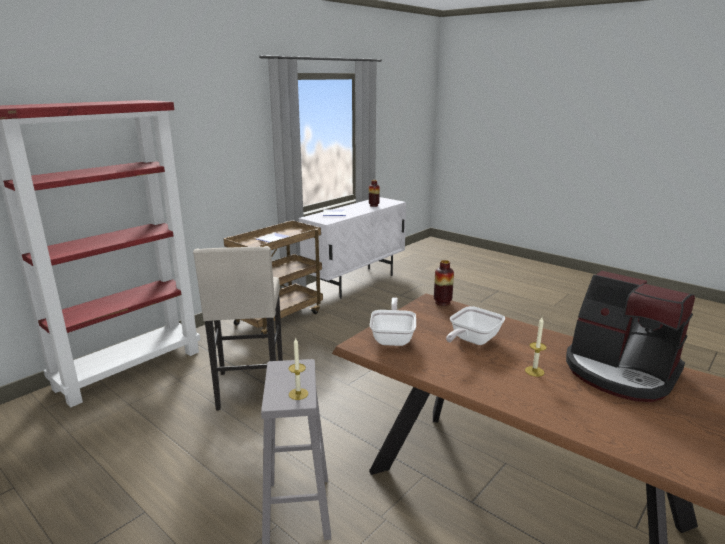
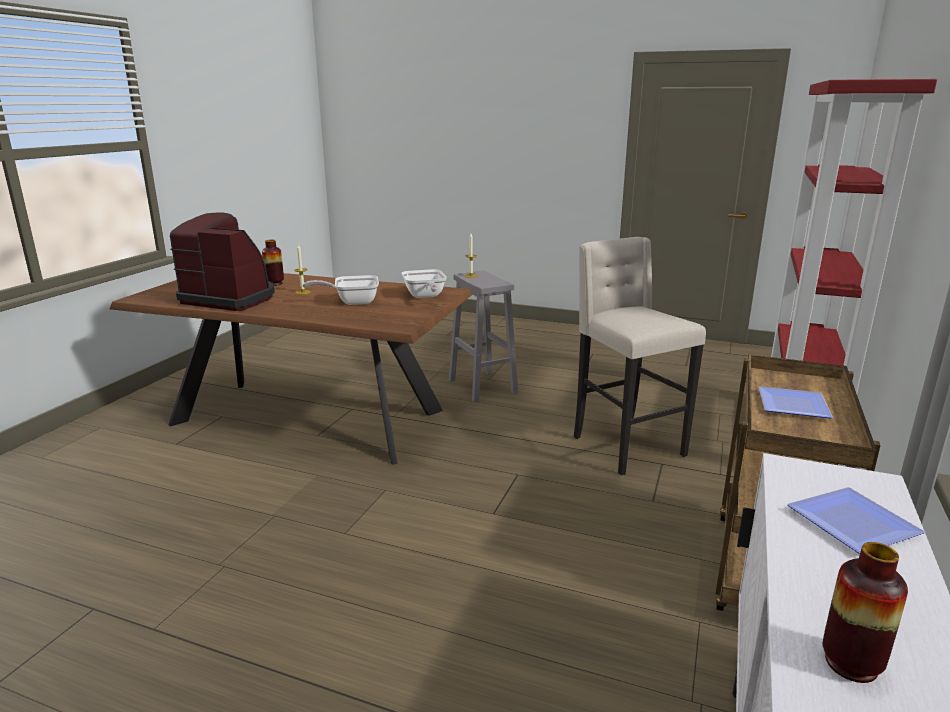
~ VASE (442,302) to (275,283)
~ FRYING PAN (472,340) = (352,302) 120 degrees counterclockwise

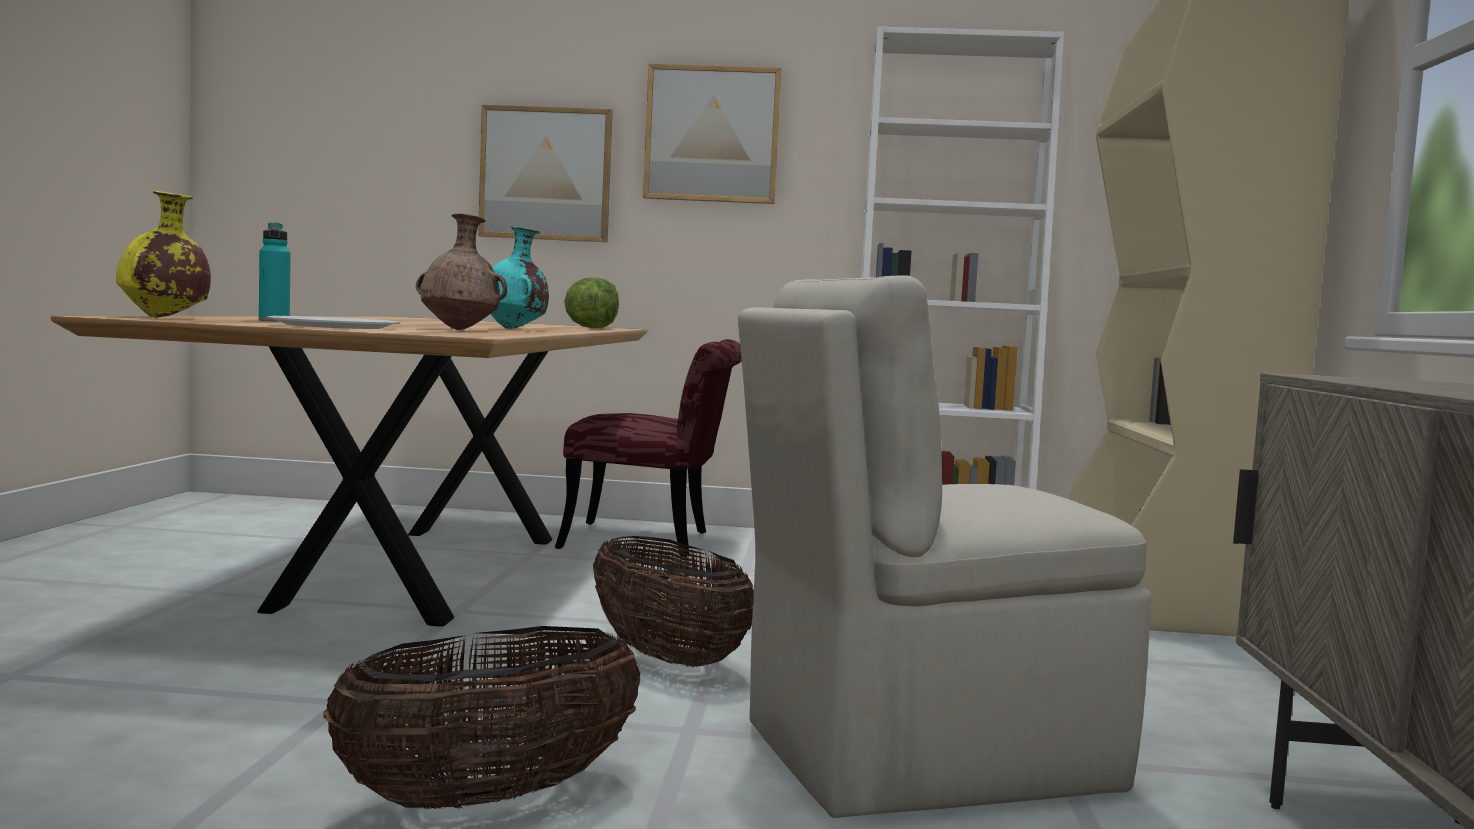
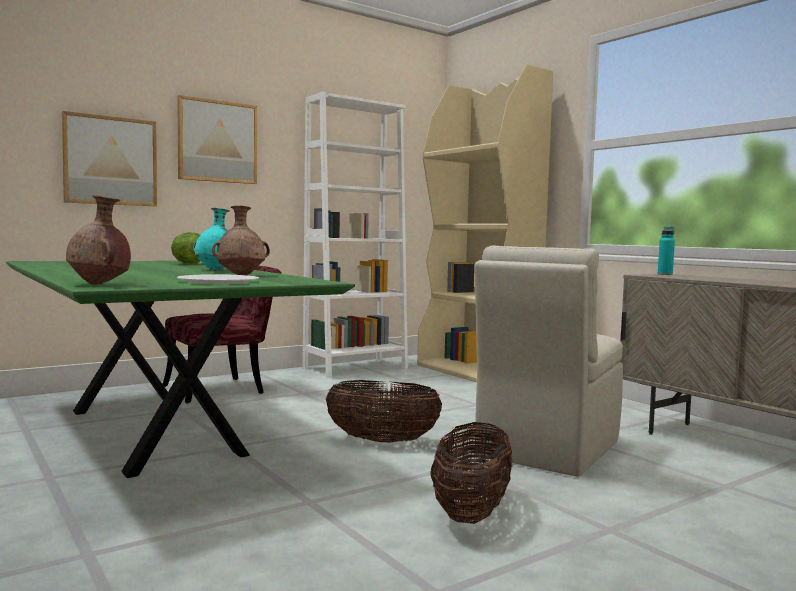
~ BROWN DINING TABLE (426,571) to GREEN DINING TABLE (152,431)
~ YELLOW VASE (163,317) to BROWN VASE (100,284)
~ TURQUOISE BOTTLE (274,321) to (665,274)

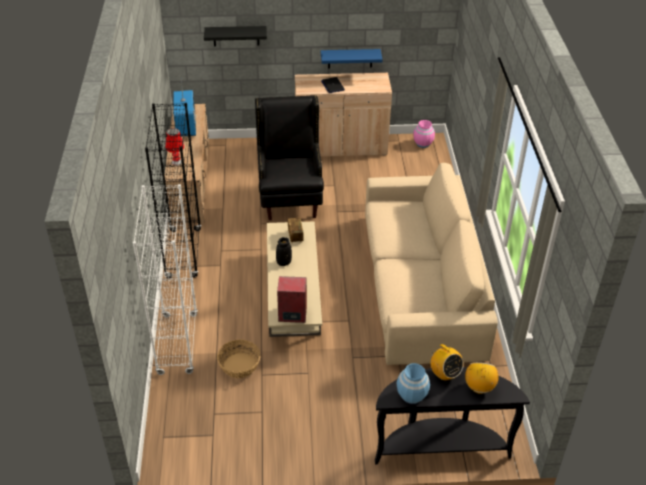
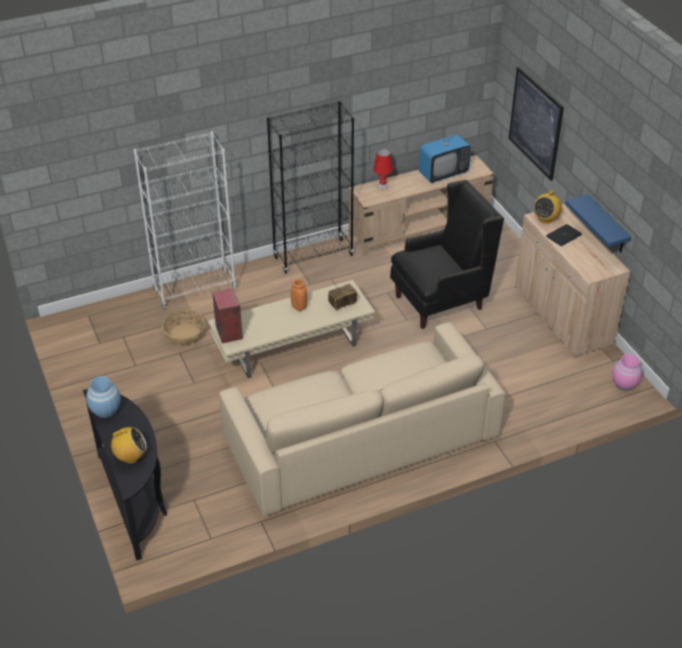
~ BLACK SHELF (236,36) to PICTURE (535,123)
~ BLACK VASE (284,262) to ORANGE VASE (299,307)
~ RADIO (444,374) to (545,219)

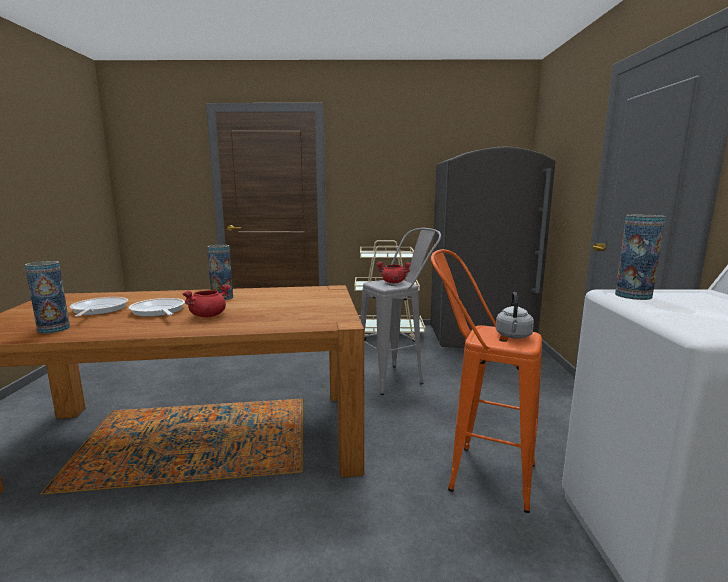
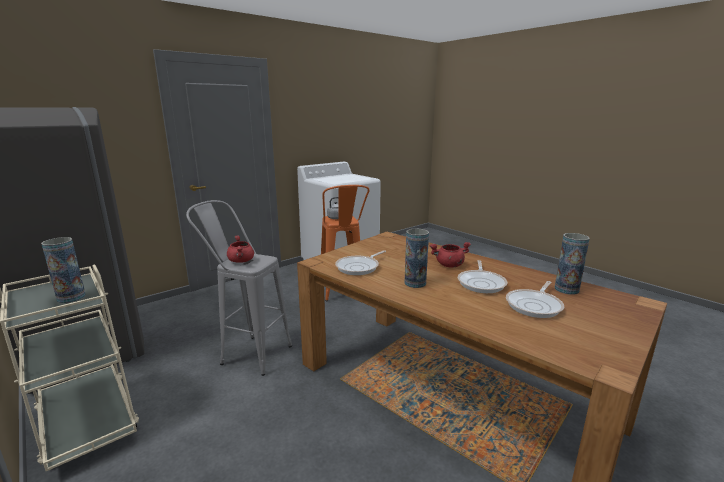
~ VASE (633,295) to (71,297)
+ FRYING PAN (359,267)

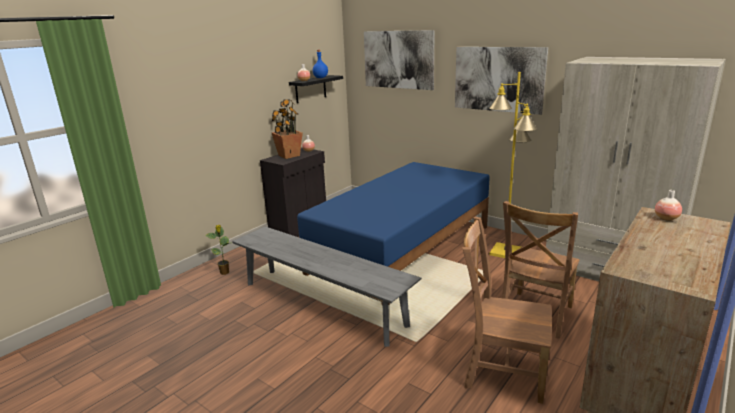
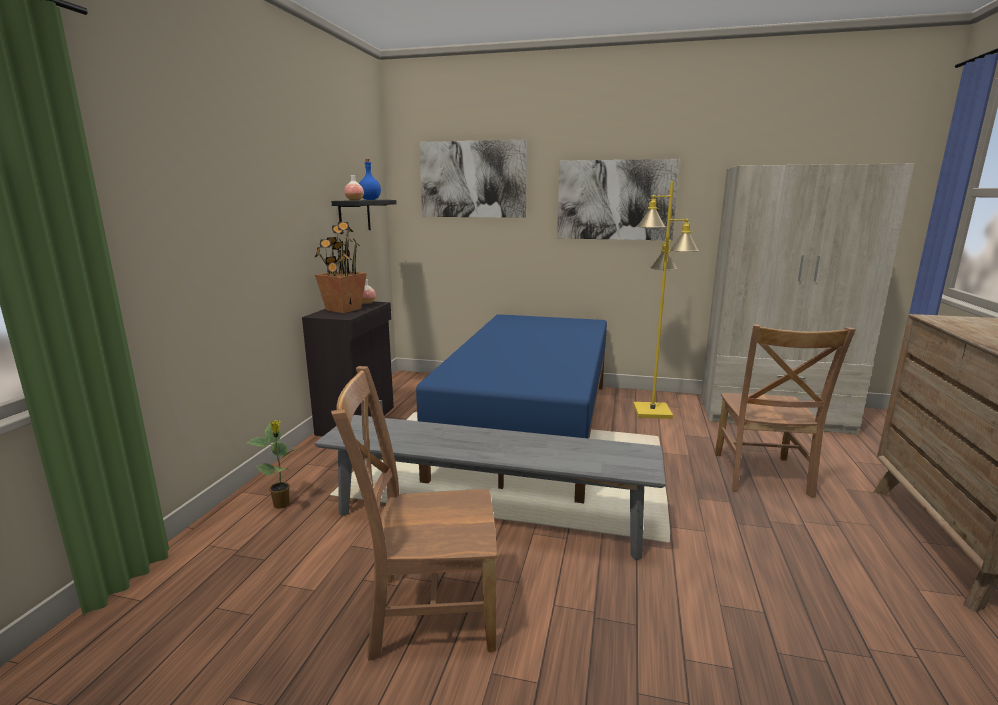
~ BROWN CHAIR (501,371) to (427,611)
- VASE (666,218)

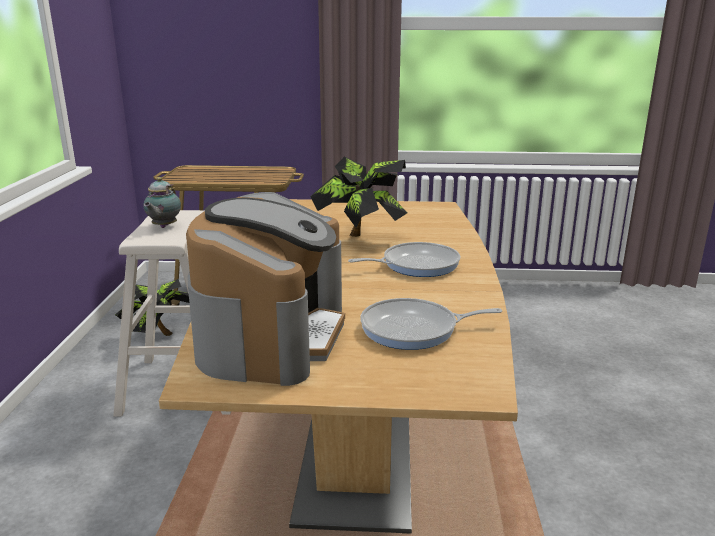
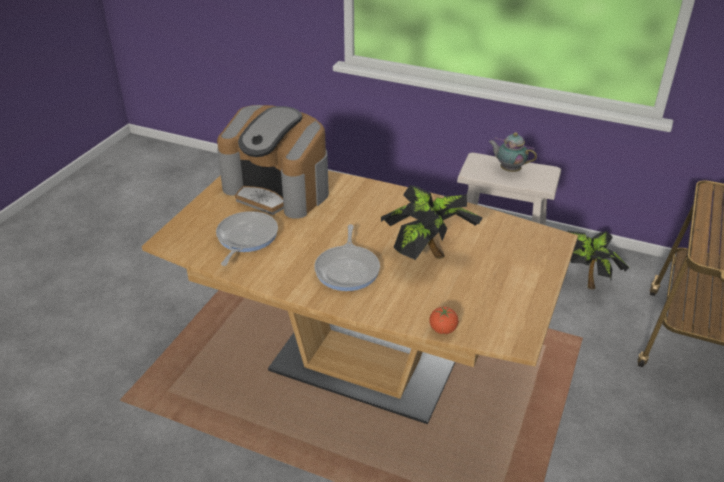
+ TOMATO (442,330)

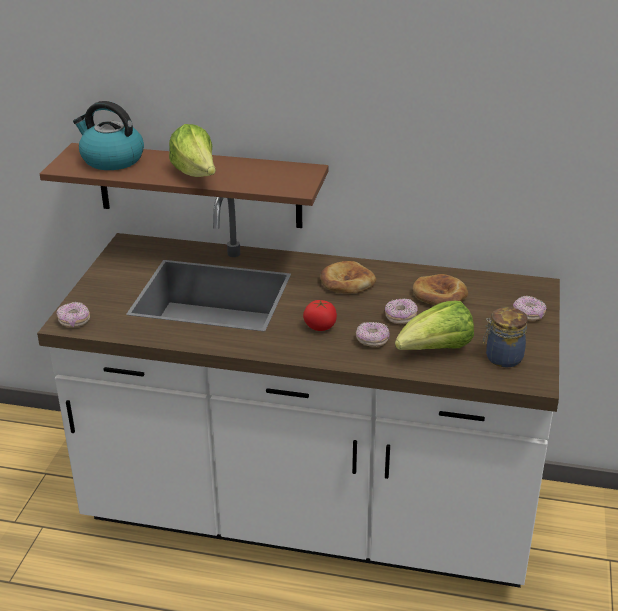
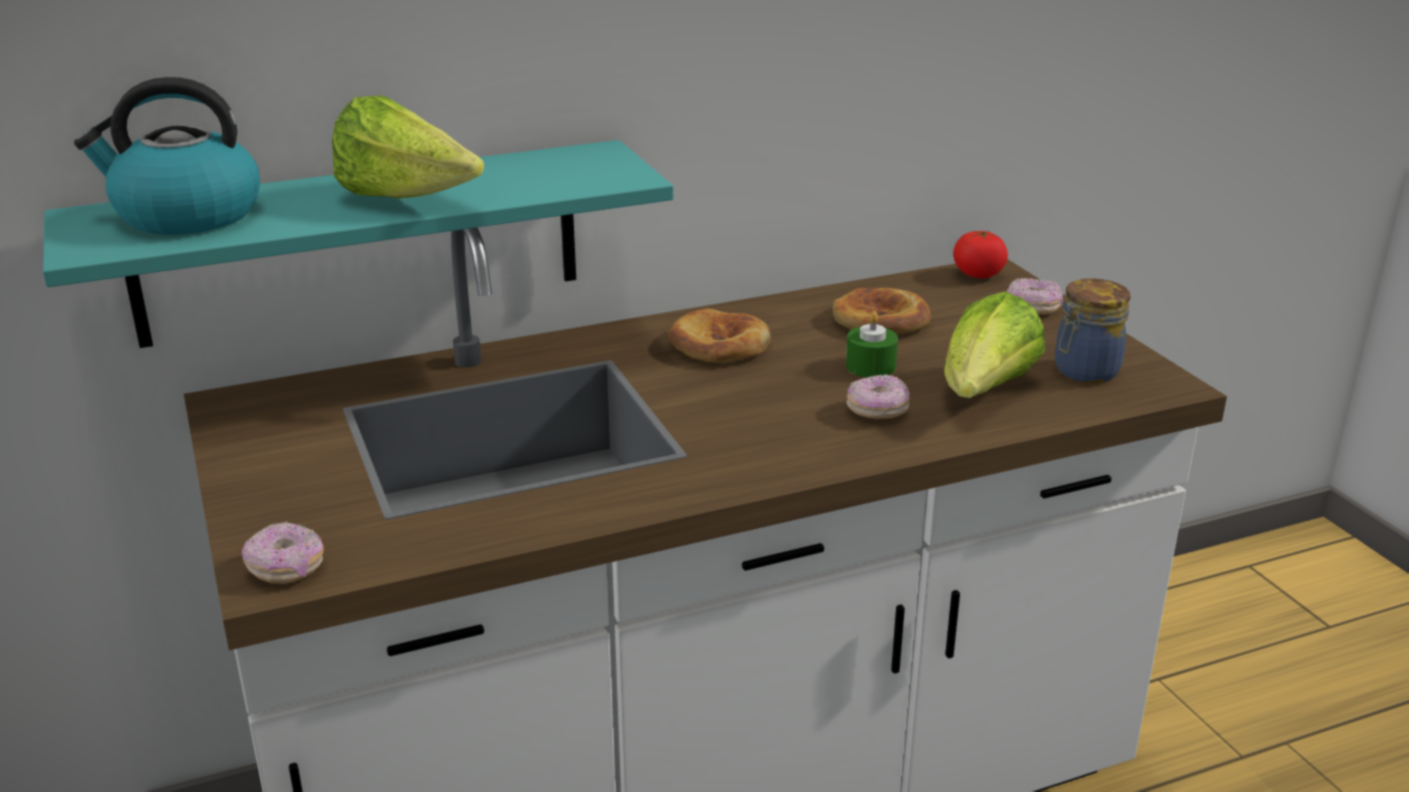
~ BROWN SHELF (199,185) to TURQUOISE SHELF (360,242)
~ TOMATO (320,326) to (978,274)
~ DONUT (400,317) to GREEN CANDLE (870,366)

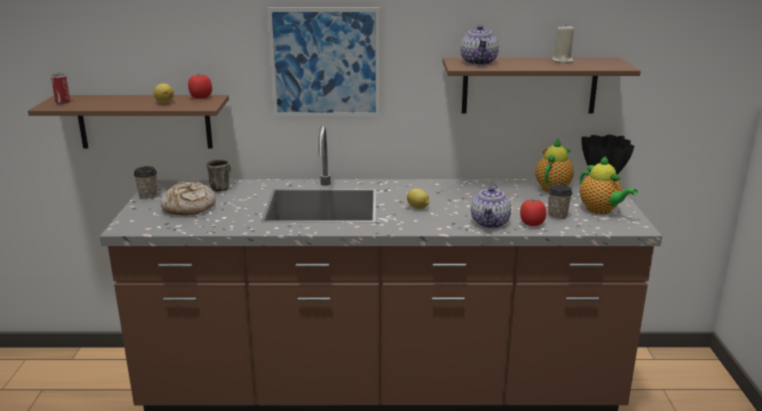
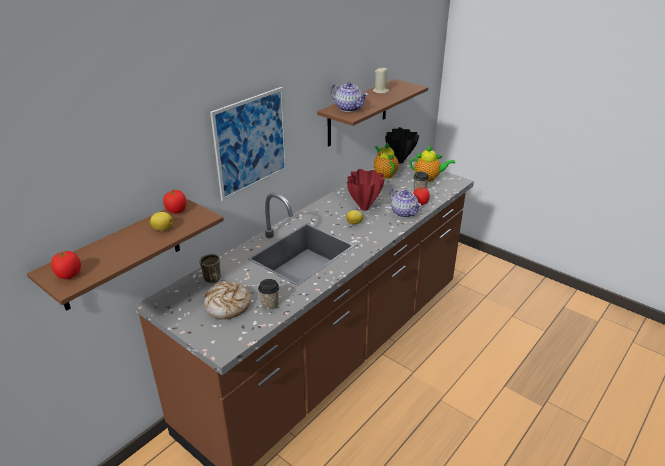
~ CAN (63,102) to TOMATO (69,275)
~ CUP (148,196) to (270,305)
+ RED VASE (365,208)

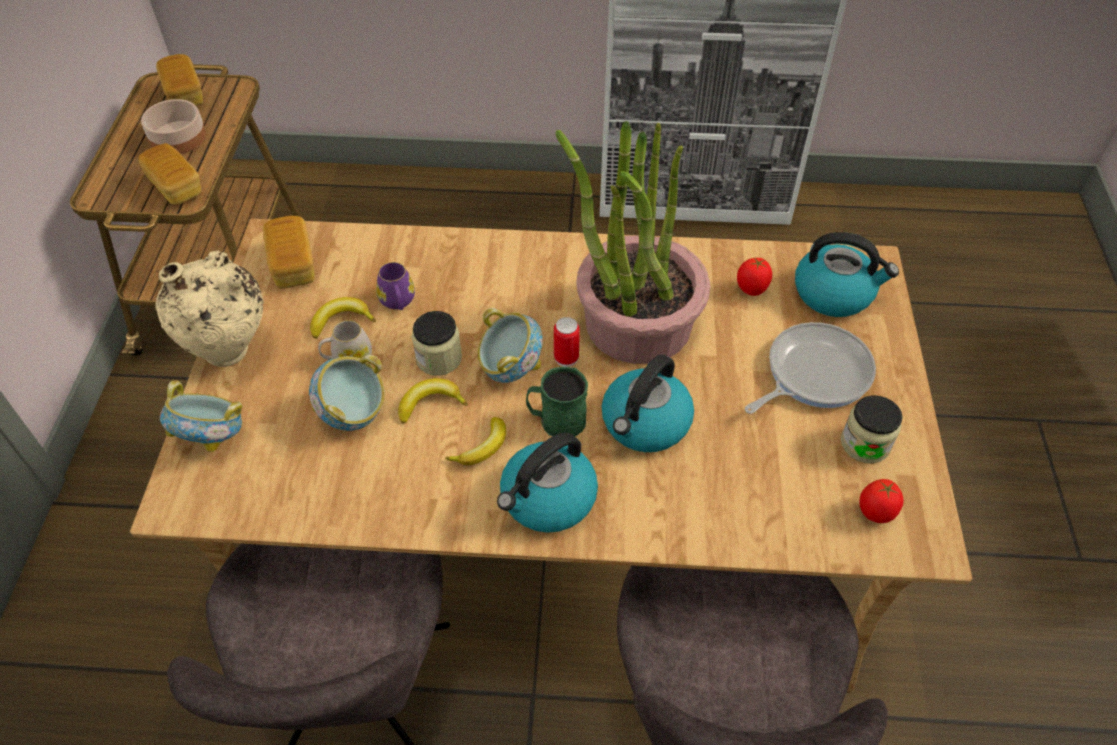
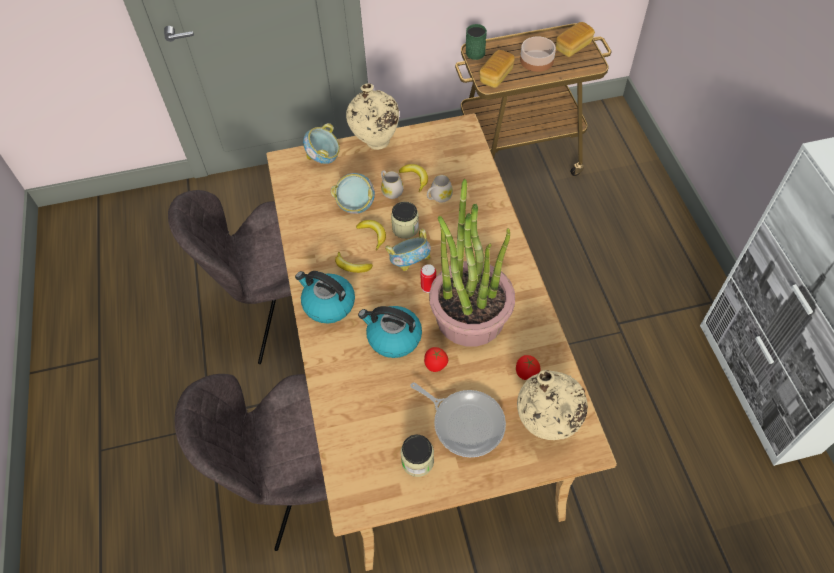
- BREAD (293,265)
~ PURPLE MUG (398,302) to WHITE MUG (439,197)
~ GREEN MUG (556,420) to (474,51)
~ KETTLE (834,293) to BEIGE VASE (545,426)
~ TOMATO (875,513) to (435,366)

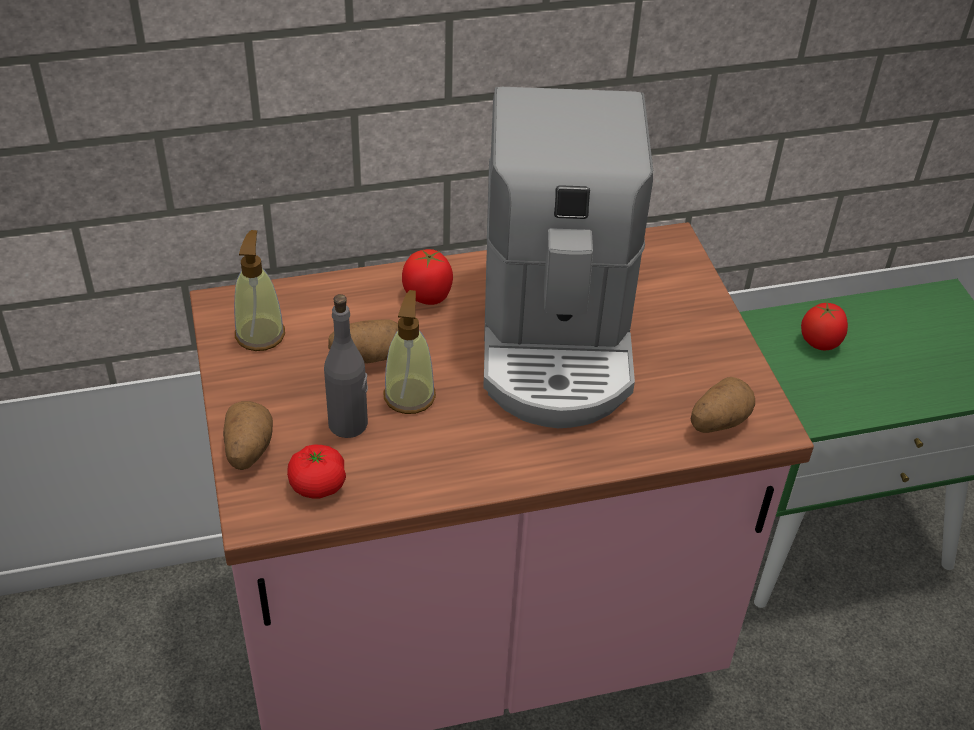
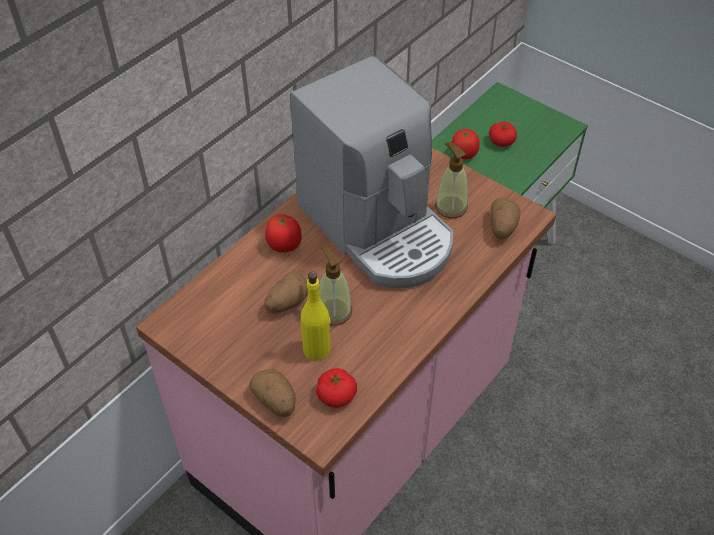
~ SOAP DISPENSER (260,334) to (450,207)
~ GREY BOTTLE (348,424) to YELLOW BOTTLE (317,349)
+ TOMATO (501,141)

